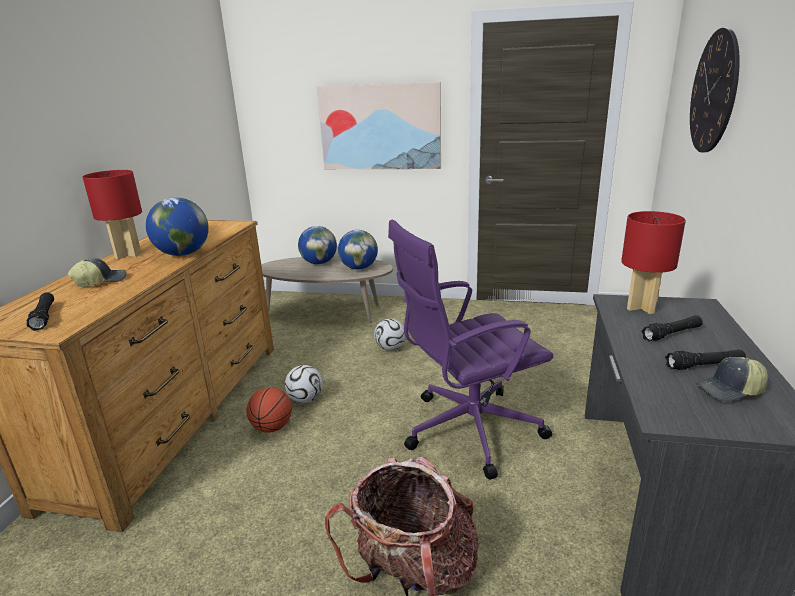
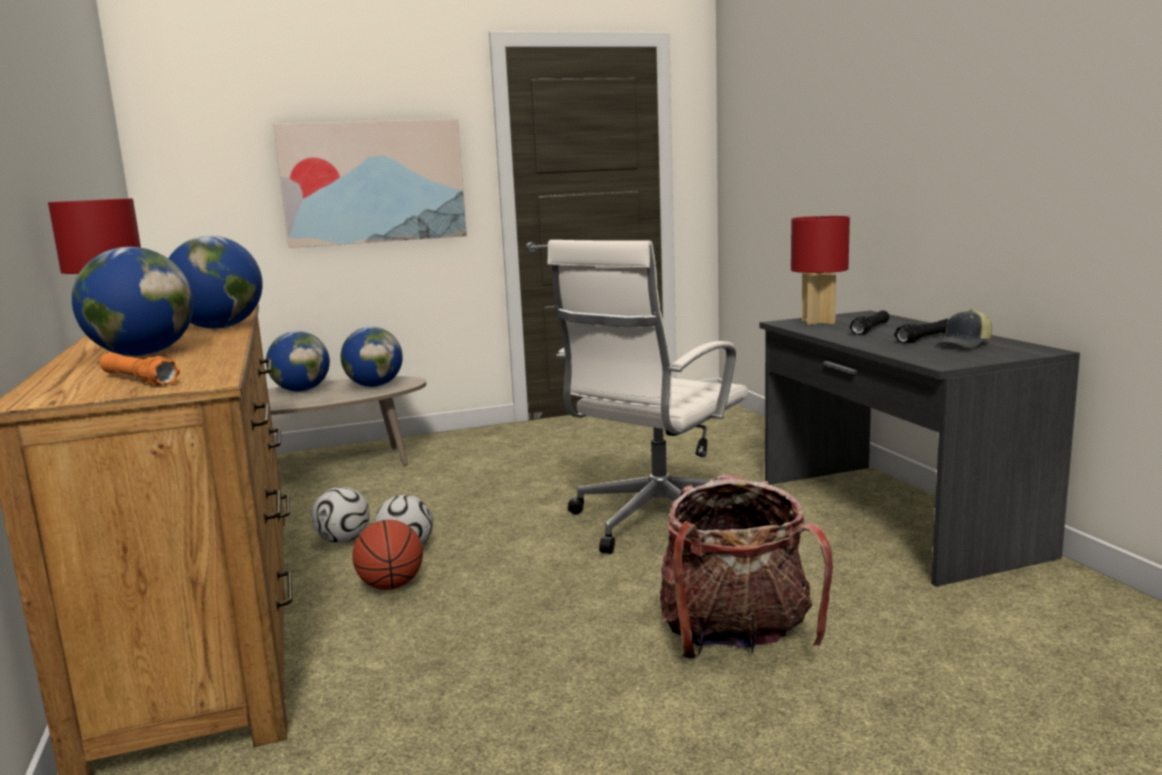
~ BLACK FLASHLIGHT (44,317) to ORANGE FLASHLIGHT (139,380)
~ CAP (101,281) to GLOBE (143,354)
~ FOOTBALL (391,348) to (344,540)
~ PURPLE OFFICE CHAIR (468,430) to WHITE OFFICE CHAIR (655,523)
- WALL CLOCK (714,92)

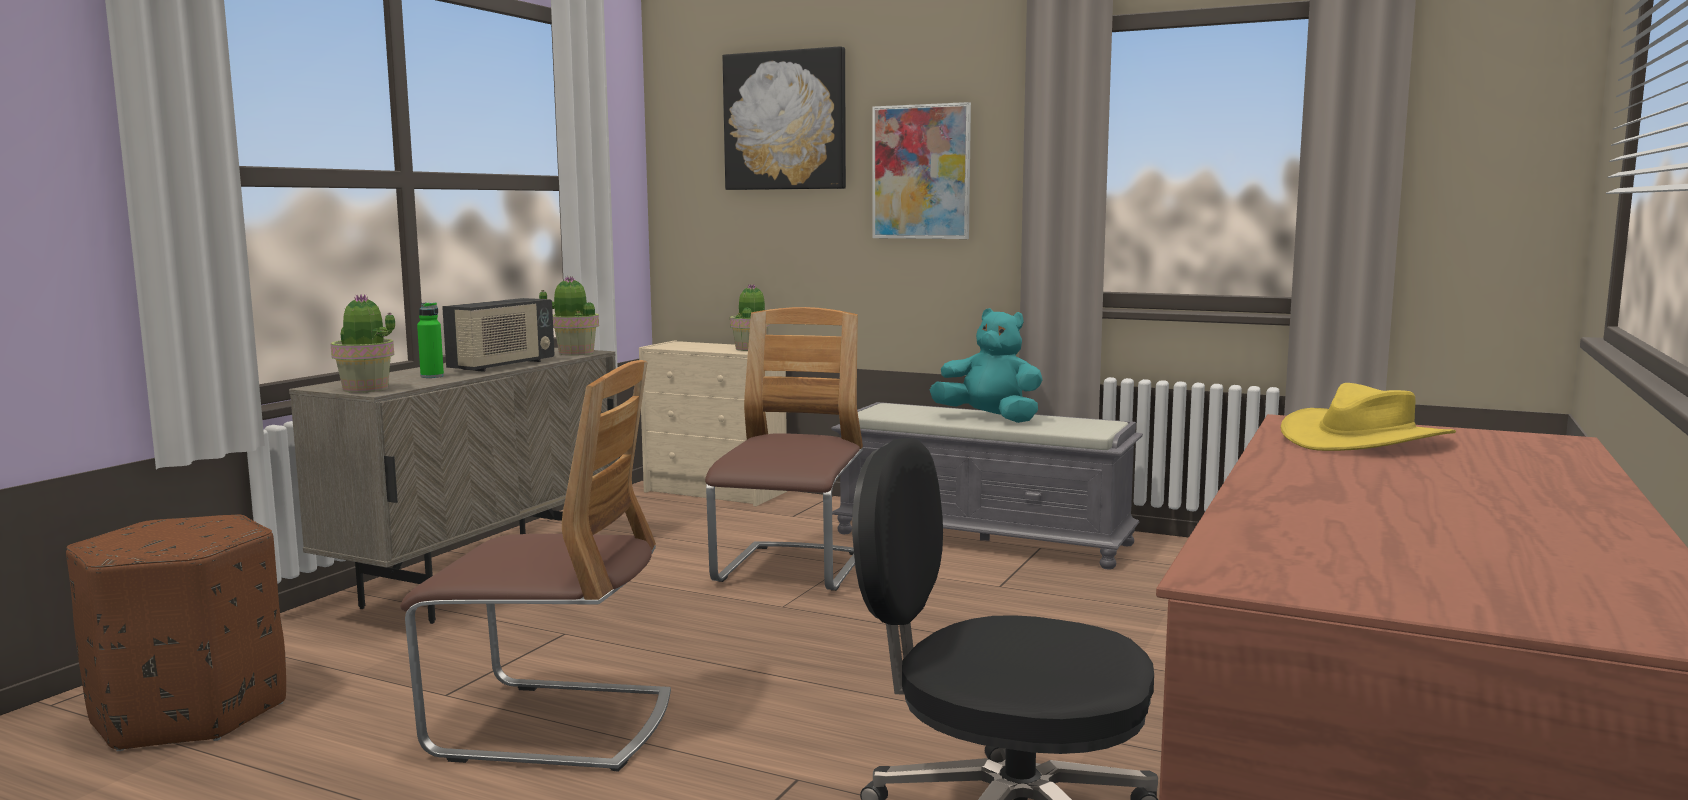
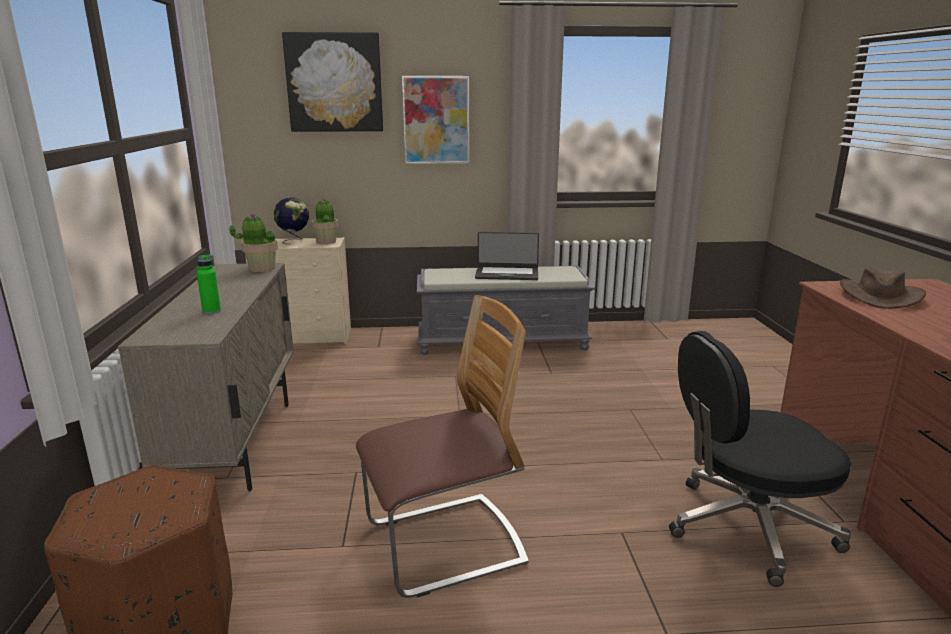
- POTTED PLANT (366,389)
- RADIO (502,366)
- CHAIR (790,570)
~ TURQUOISE PLUSH TOY (990,418) to LAPTOP (507,274)
~ YELLOW HAT (1365,439) to BROWN HAT (879,295)
+ GLOBE (294,241)

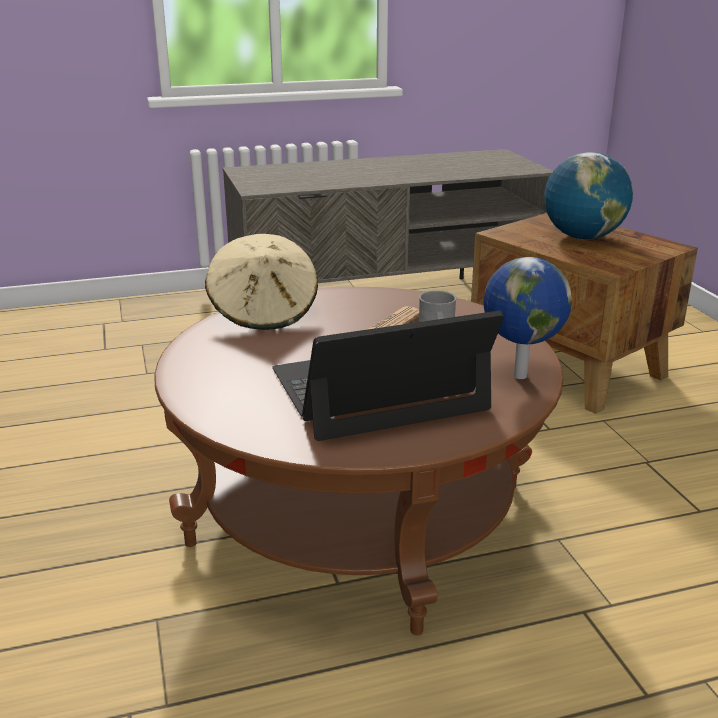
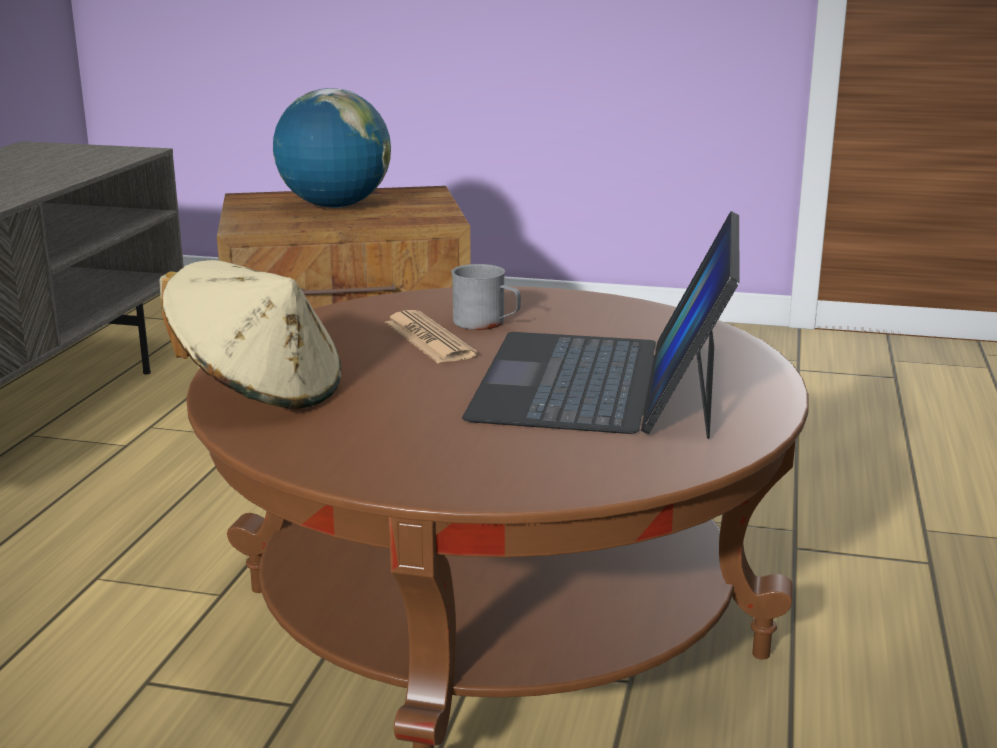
- GLOBE (518,375)

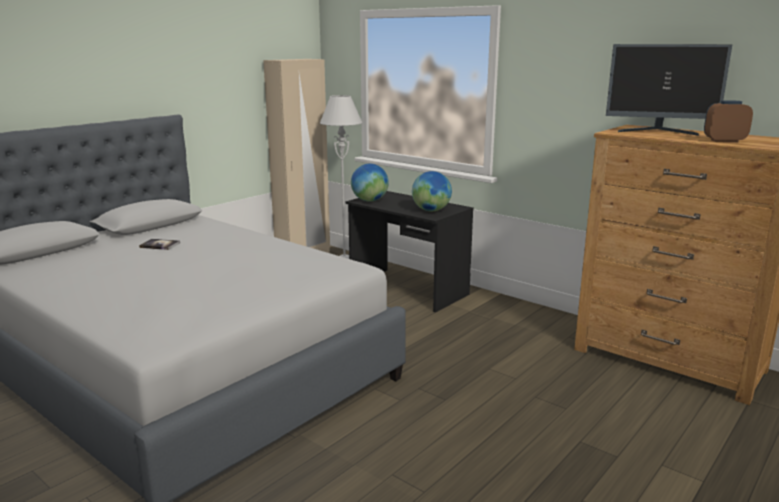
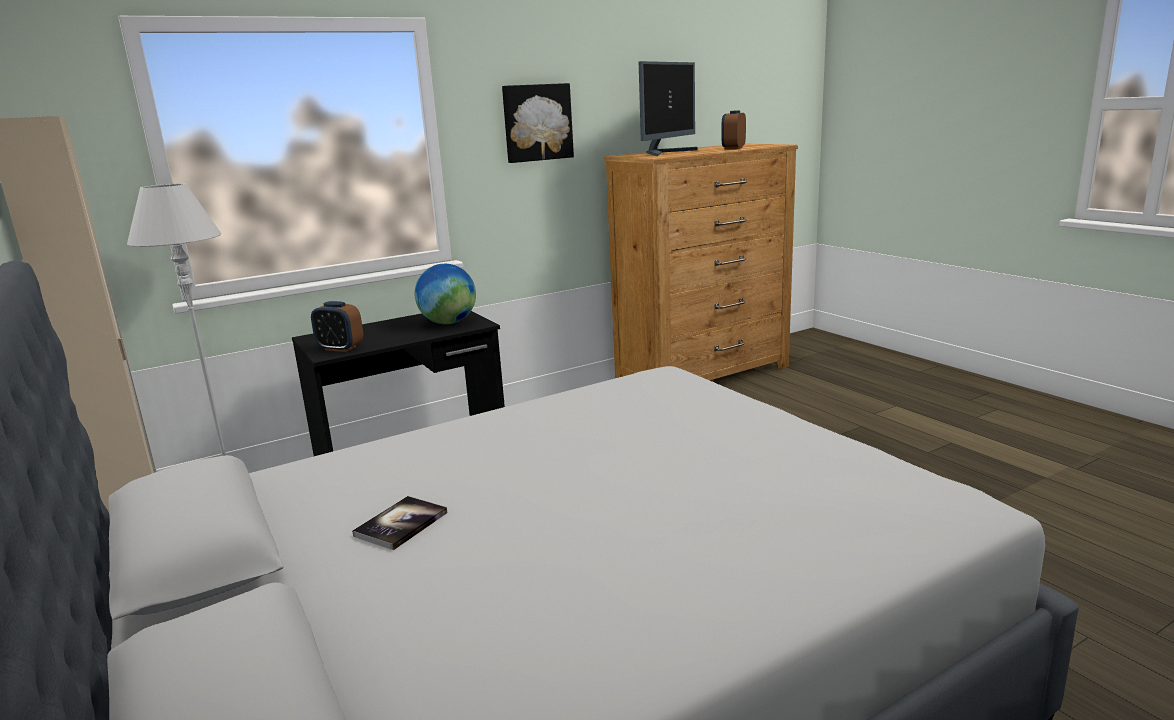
~ GLOBE (370,201) to ALARM CLOCK (340,348)
+ PICTURE (537,122)

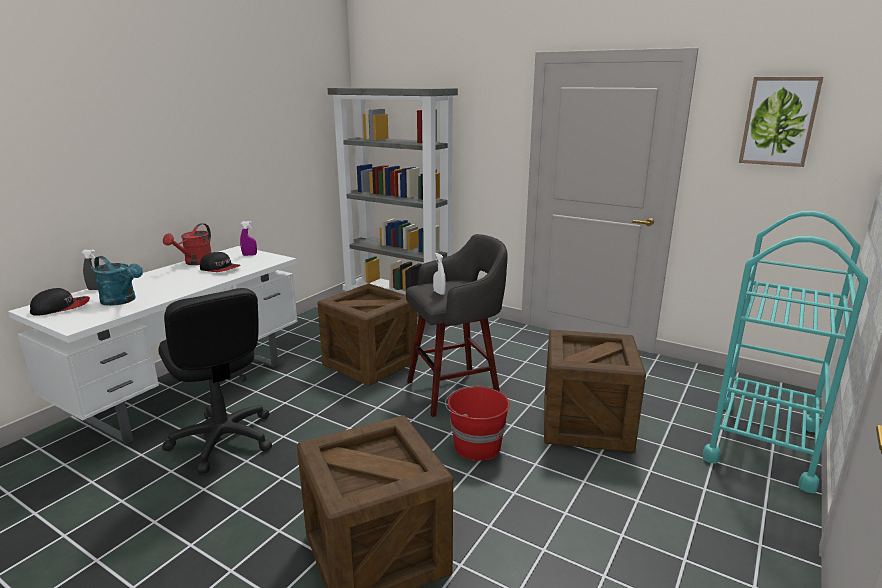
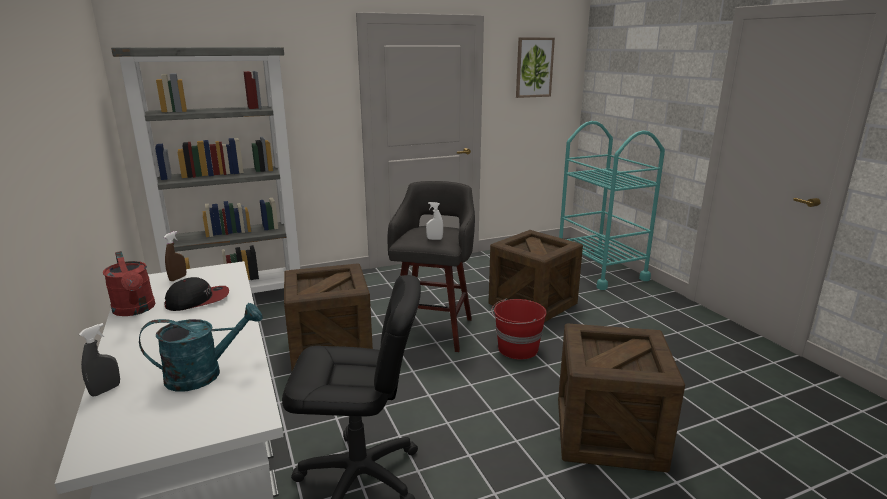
- CAP (61,308)
~ PURPLE SPRAY BOTTLE (249,255) to BROWN SPRAY BOTTLE (178,278)

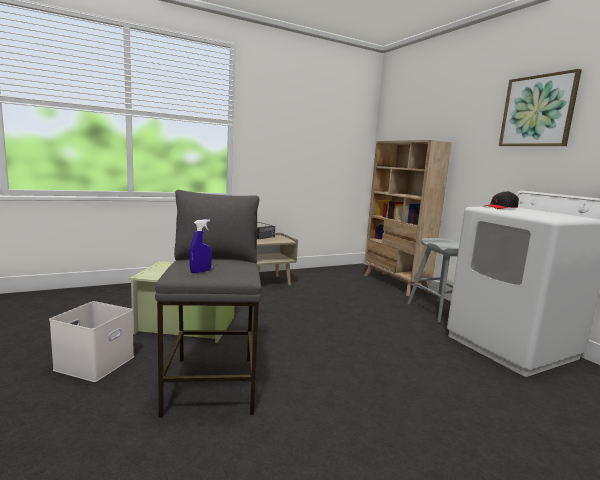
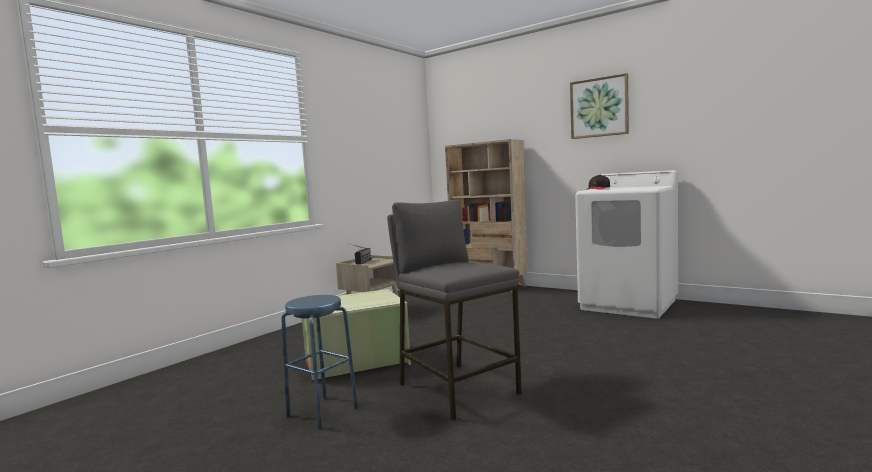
~ WHITE STORAGE BOX (95,364) to BLUE STOOL (322,412)
- BLUE SPRAY BOTTLE (200,272)
- GREY STOOL (438,311)

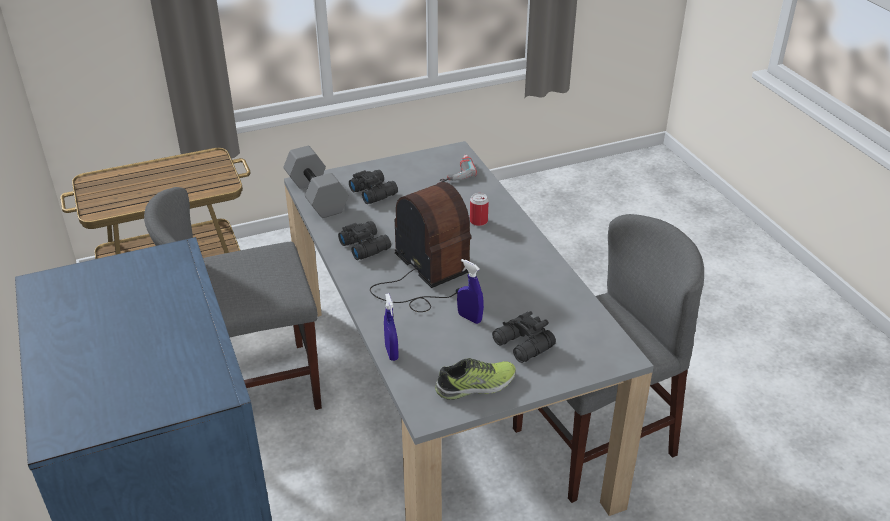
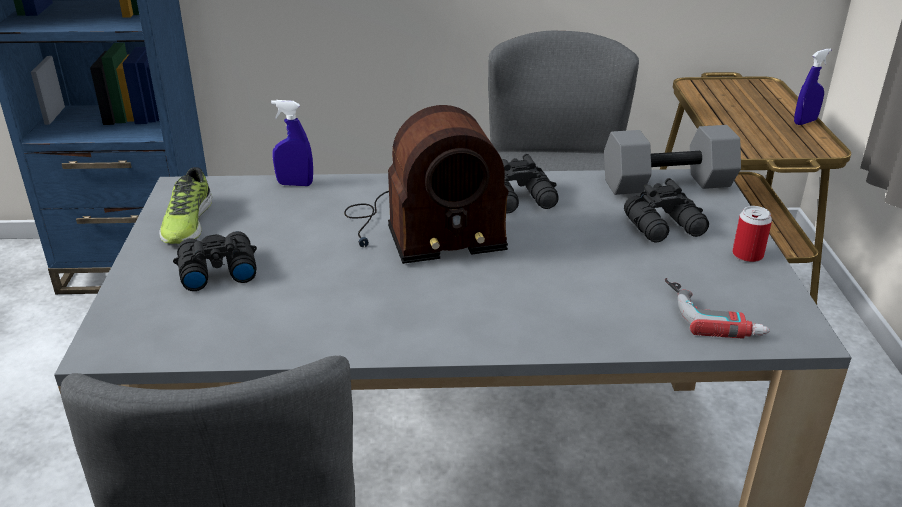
~ BLUE SPRAY BOTTLE (469,318) to (805,122)
~ CAN (478,221) to (747,255)

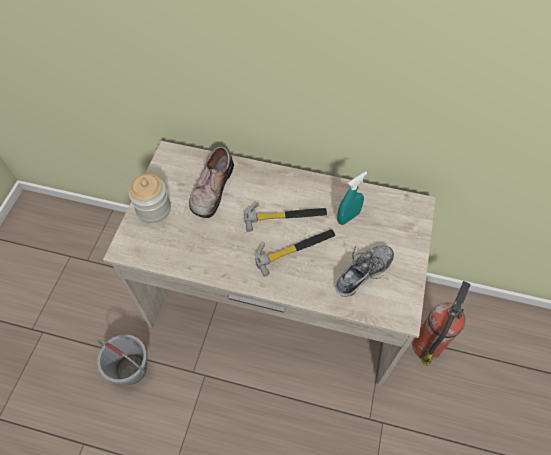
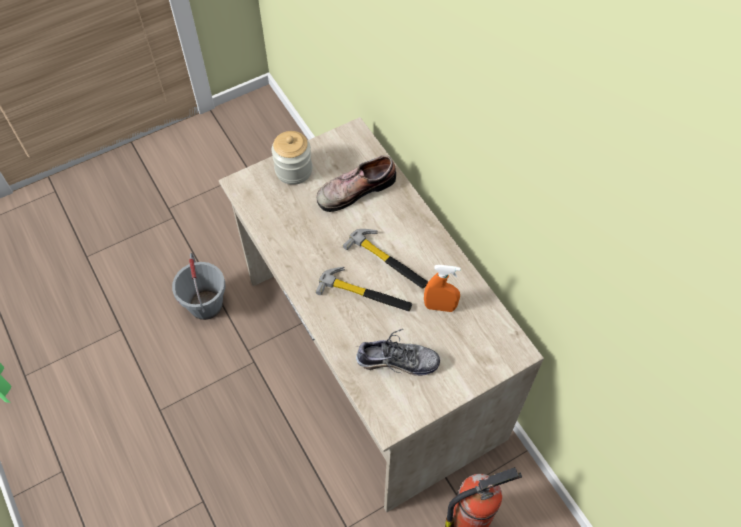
~ TURQUOISE SPRAY BOTTLE (348,217) to ORANGE SPRAY BOTTLE (440,307)

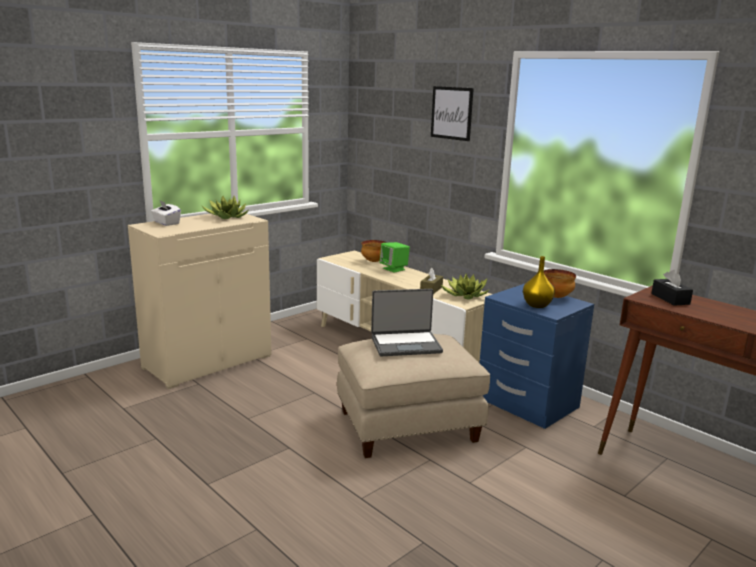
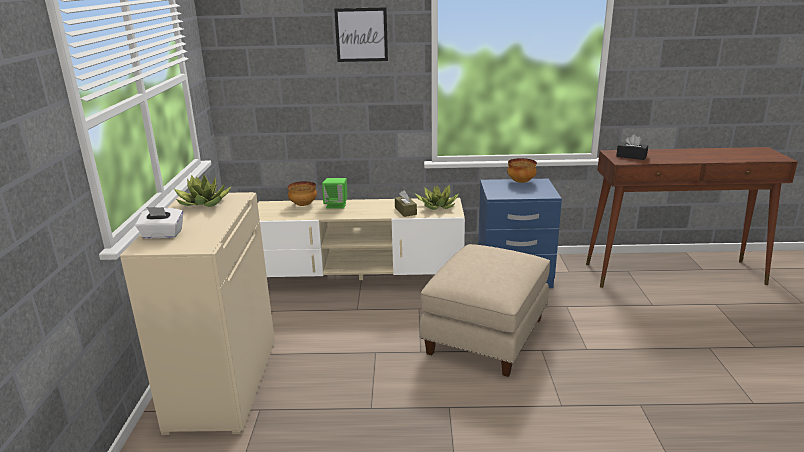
- LAPTOP (405,344)
- YELLOW VASE (537,305)

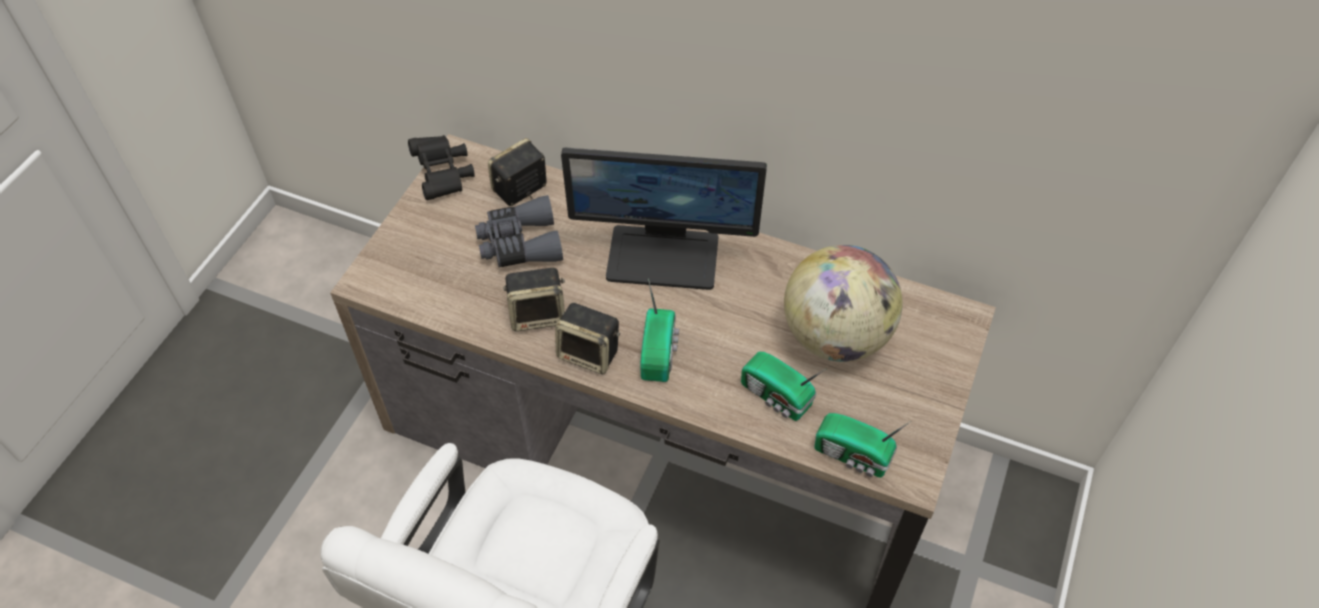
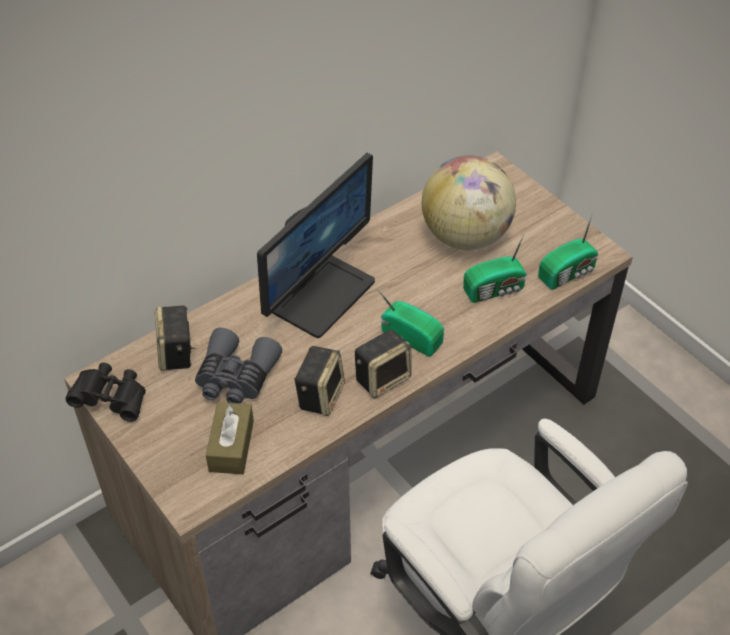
+ BROWN TISSUE BOX (231,446)

